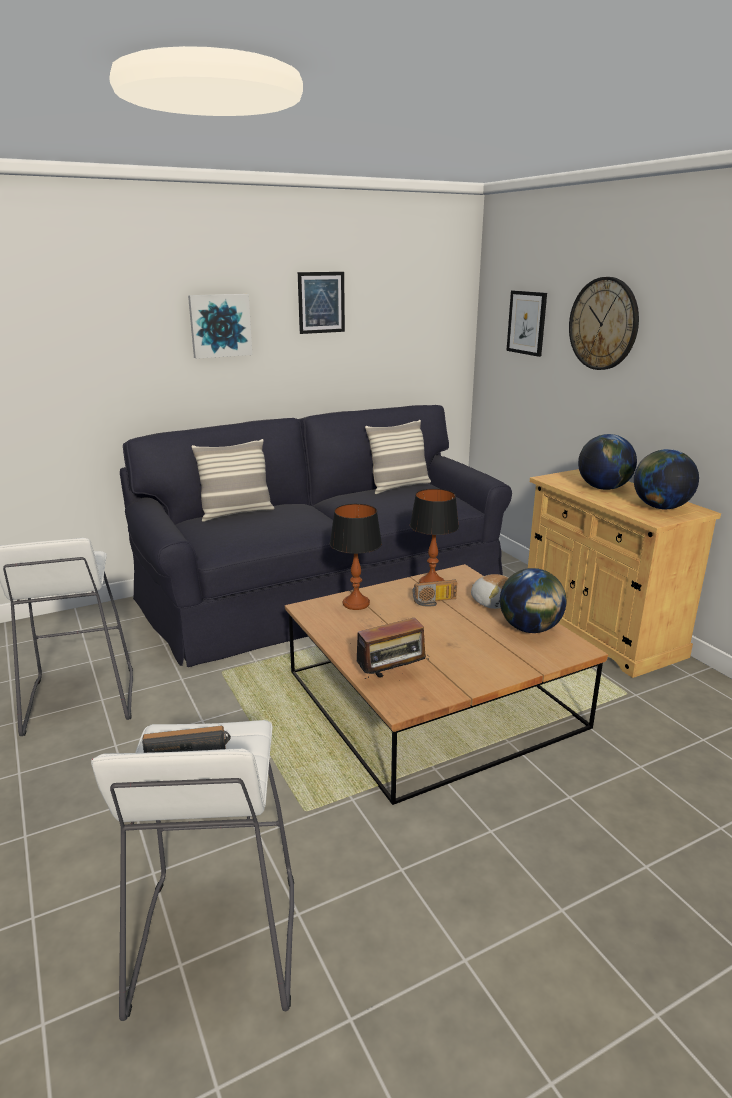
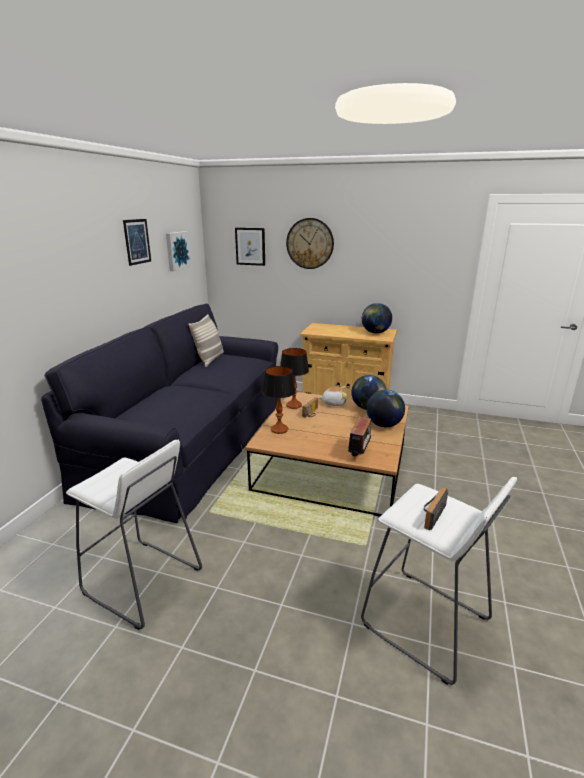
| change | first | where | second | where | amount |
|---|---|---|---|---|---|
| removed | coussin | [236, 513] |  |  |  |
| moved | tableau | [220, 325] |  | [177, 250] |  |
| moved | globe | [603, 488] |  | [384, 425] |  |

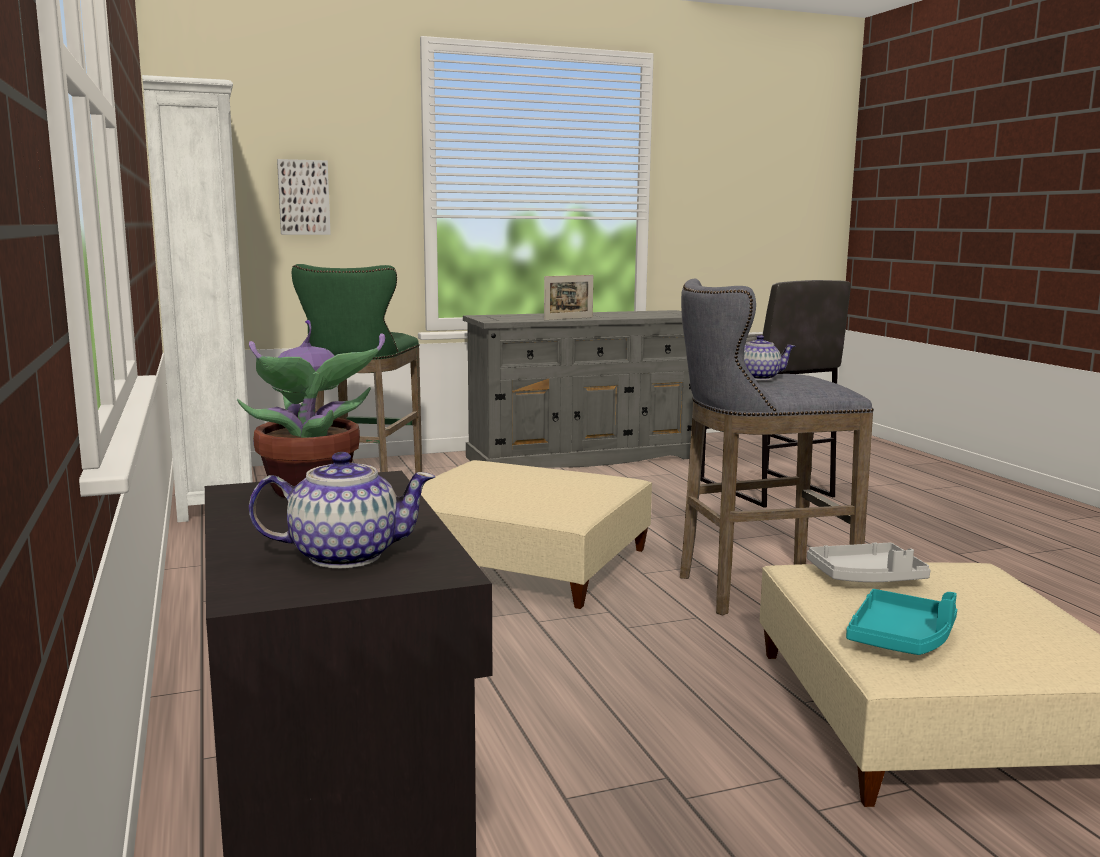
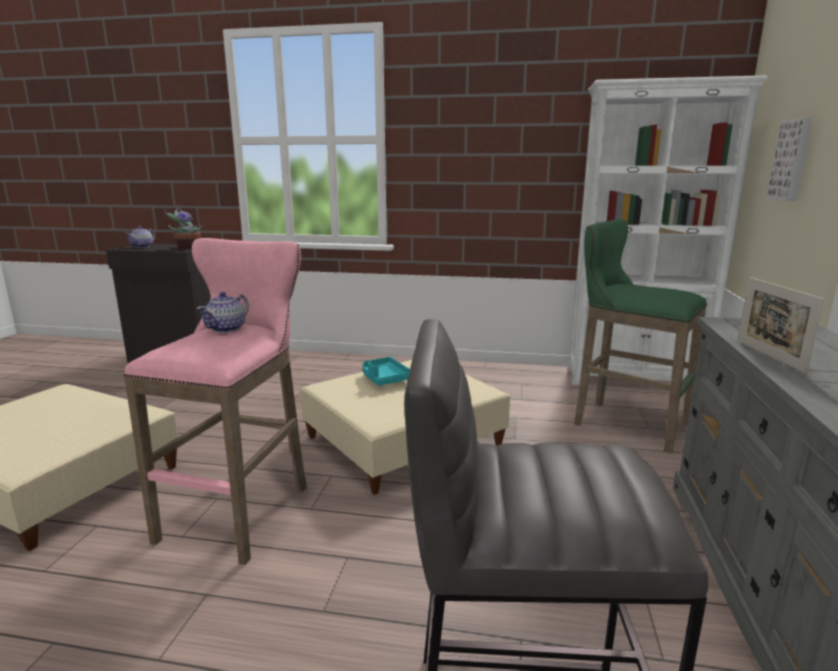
| change | first | where | second | where | amount |
|---|---|---|---|---|---|
| removed | plateau [gris] | [866, 577] |  |  |  |
| moved | plateau [turquoise] | [901, 638] |  | [384, 378] |  |
| recoloured | tabouret [gris] | [756, 590] | tabouret [rose] | [241, 509] |  |

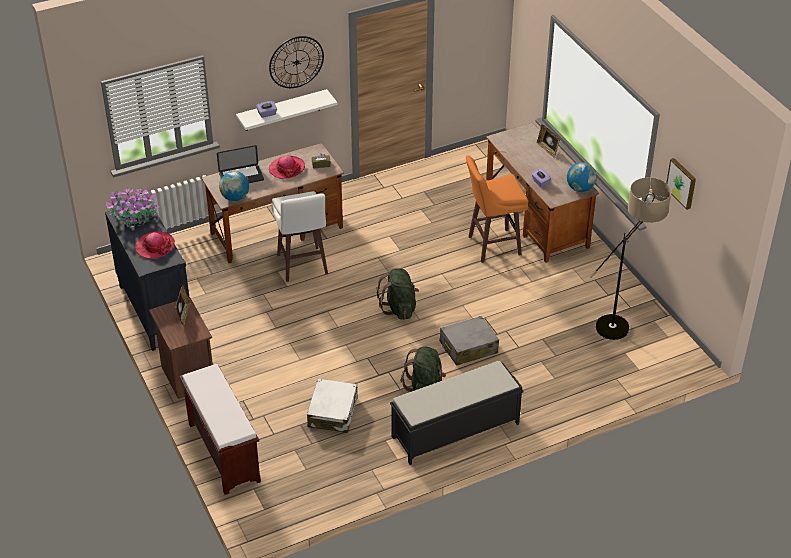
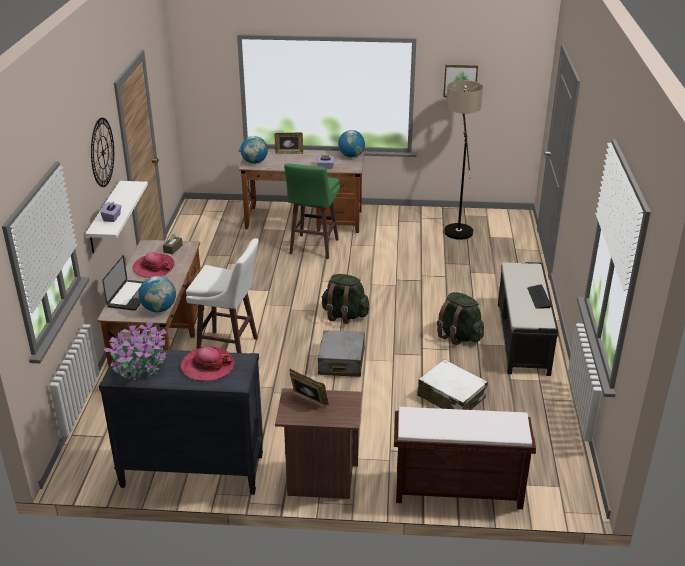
| change | first | where | second | where | amount |
|---|---|---|---|---|---|
| added |  |  | globe | [254, 162] |  |
| added |  |  | clavier | [539, 297] |  |
| moved | valise [gris] | [468, 347] |  | [341, 362] |  |
| recoloured | tabouret [orange] | [492, 245] | tabouret [vert] | [313, 247] |  |

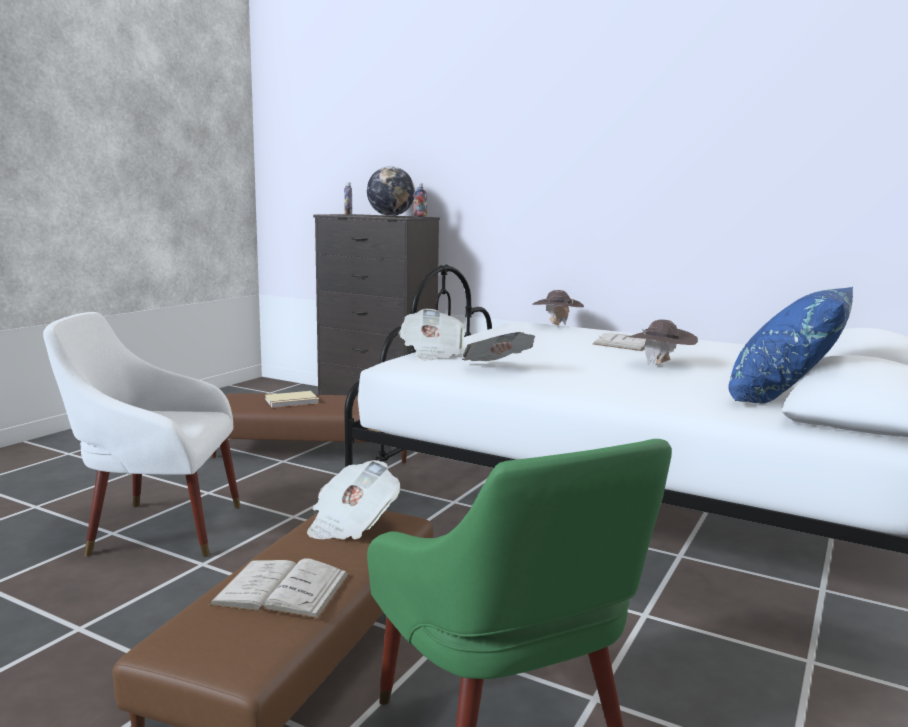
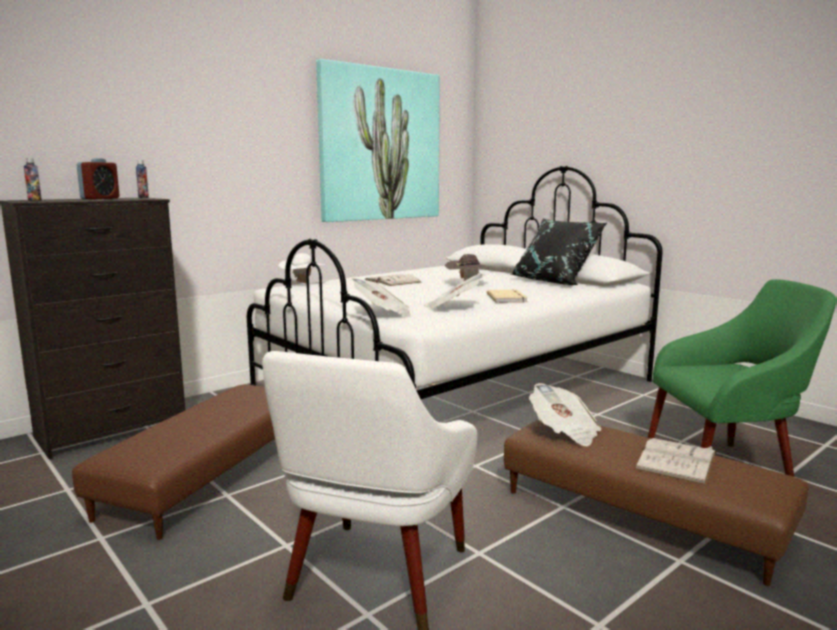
| change | first | where | second | where | amount |
|---|---|---|---|---|---|
| added |  |  | tableau | [379, 145] |  |
| moved | livre [beige] | [292, 402] |  | [508, 298] |  |
| replaced | globe | [390, 215] | réveil | [100, 198] |  |
| recoloured | chapeau [marron] | [556, 325] | chapeau [blanc] | [303, 284] |  |
| recoloured | coussin [bleu] | [784, 397] | coussin [noir] | [555, 281] |  |

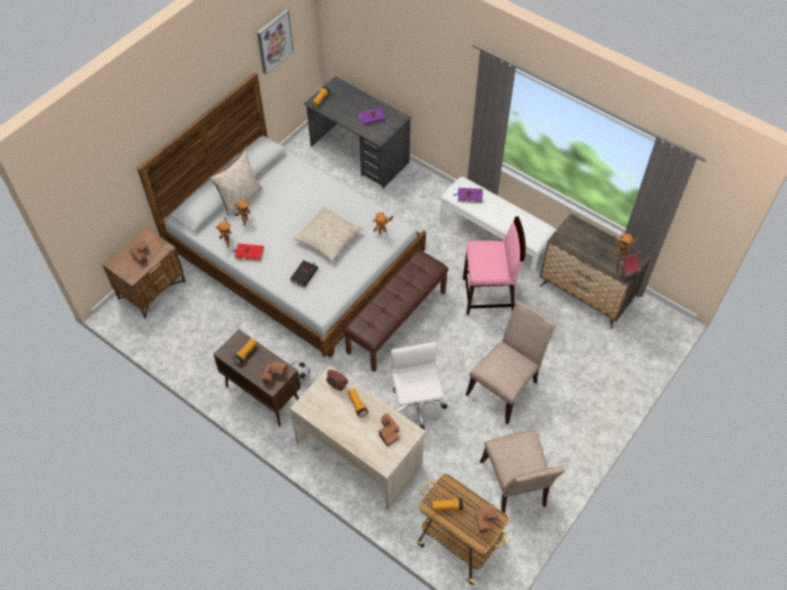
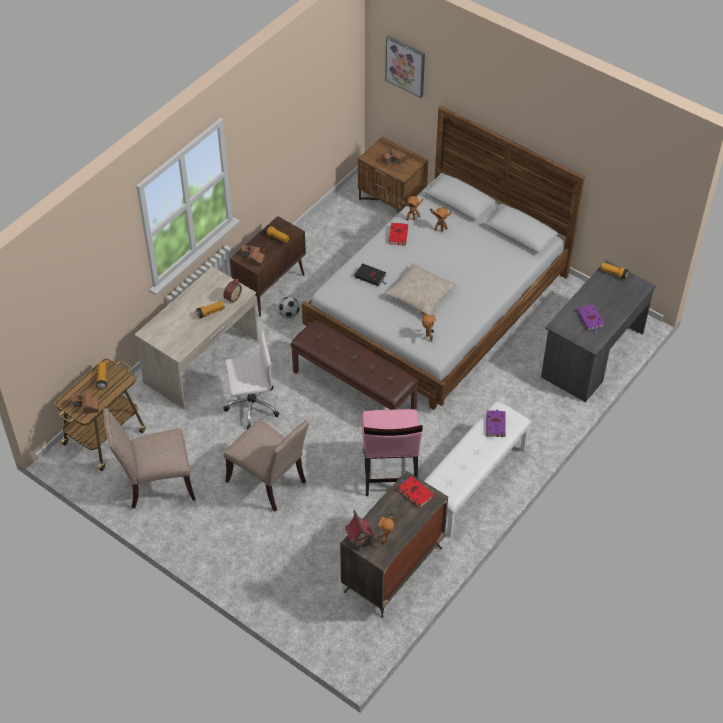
| change | first | where | second | where | amount |
|---|---|---|---|---|---|
| removed | coussin [beige] | [240, 198] |  |  |  |
| removed | maison miniature | [388, 432] |  |  |  |
| added |  |  | livre [rouge] | [414, 493] |  |
| moved | tableau | [274, 41] |  | [405, 66] |  |

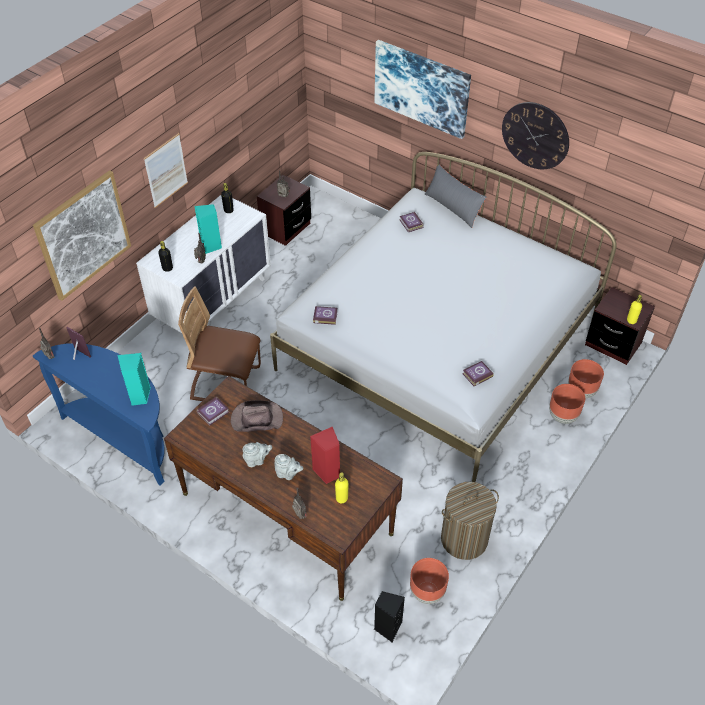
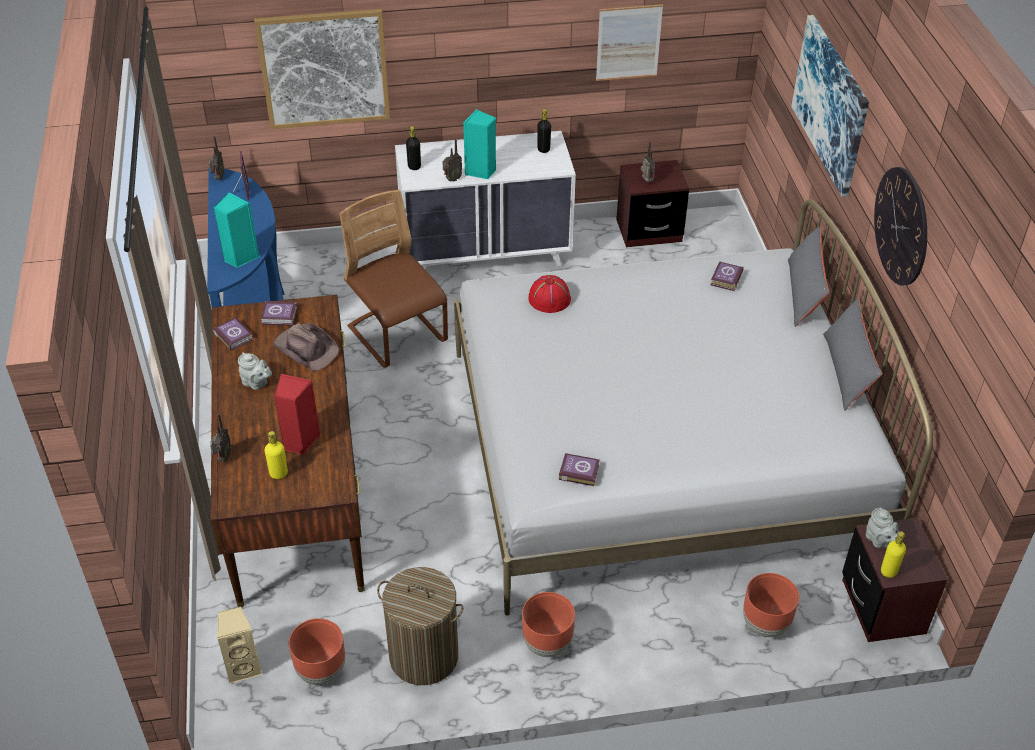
| change | first | where | second | where | amount |
|---|---|---|---|---|---|
| added |  |  | chapeau [rouge] | [549, 298] |  |
| added |  |  | coussin [gris] | [846, 371] |  |
| moved | tableau | [166, 170] |  | [628, 42] |  |
| moved | théière [gris] | [288, 474] |  | [879, 541] |  |
| moved | livre | [324, 316] |  | [233, 336] |  |
| moved | cache-pot [marron] | [563, 416] |  | [547, 644] |  |
| recoloured | enceinte [noir] | [387, 627] | enceinte [beige] | [243, 667] |  |

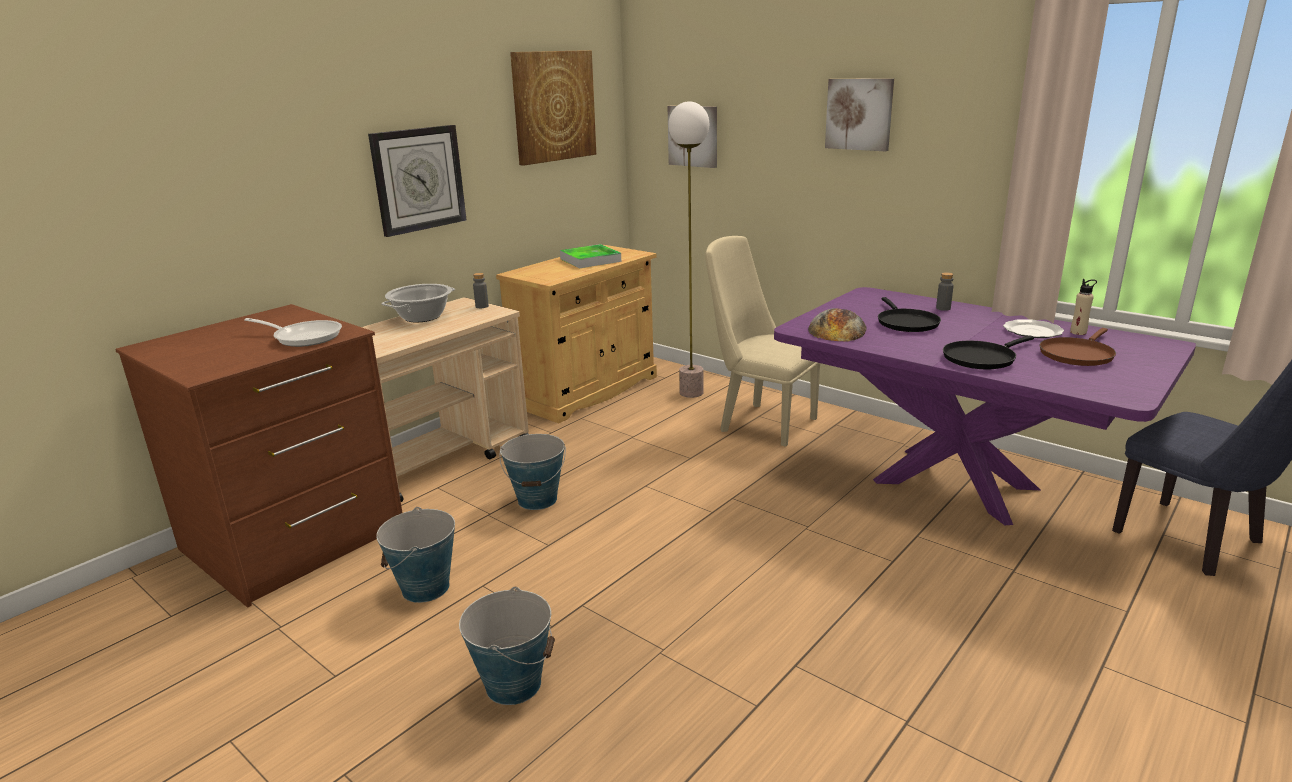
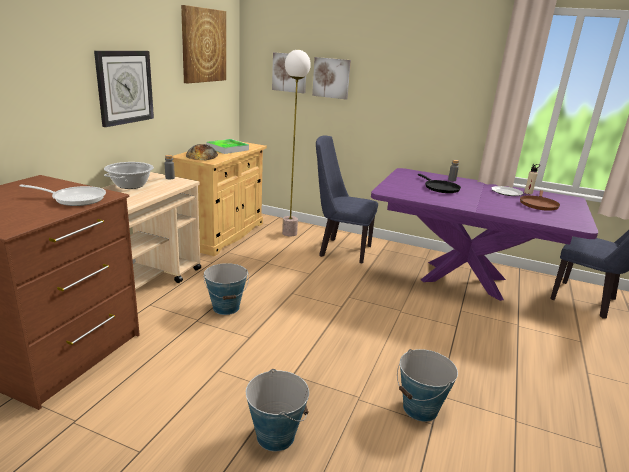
| change | first | where | second | where | amount |
|---|---|---|---|---|---|
| removed | poêle [noir] | [981, 358] |  |  |  |
| moved | seau | [425, 588] |  | [420, 408] |  |
| moved | pain | [837, 330] |  | [202, 155] |  |
| moved | tableau | [859, 114] |  | [331, 78] |  |
| recoloured | chaise [beige] | [760, 422] | chaise [bleu] | [340, 250] |  |

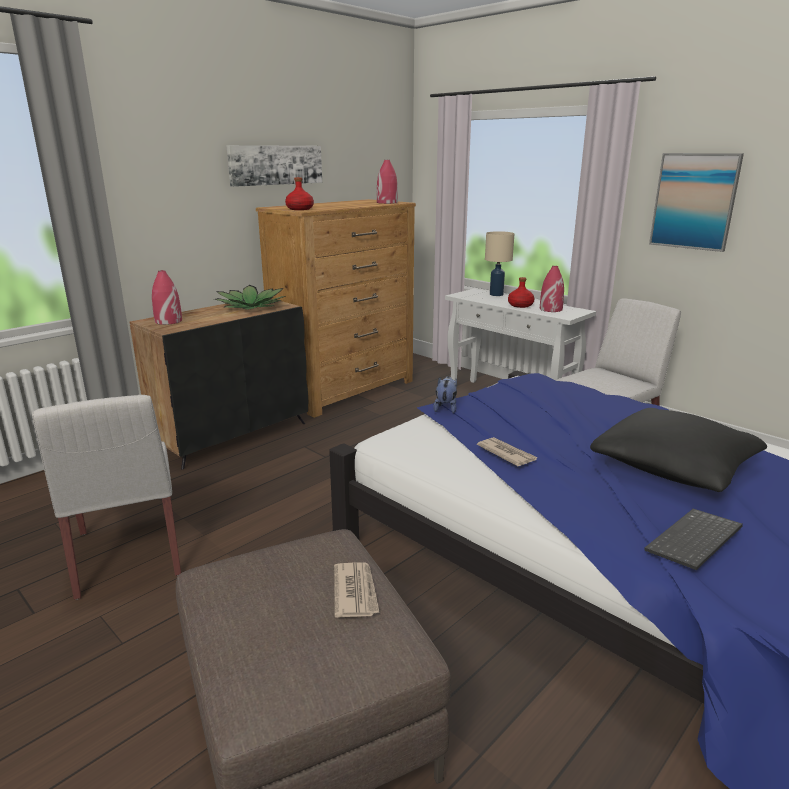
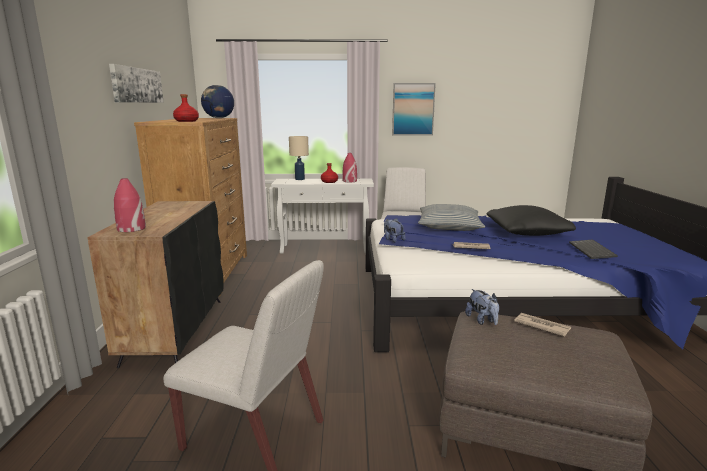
| change | first | where | second | where | amount |
|---|---|---|---|---|---|
| removed | plante en pot | [251, 306] |  |  |  |
| added |  |  | coussin | [449, 226] |  |
| added |  |  | peluche | [482, 320] |  |
| replaced | vase [rouge] | [387, 202] | globe | [219, 118] |  |

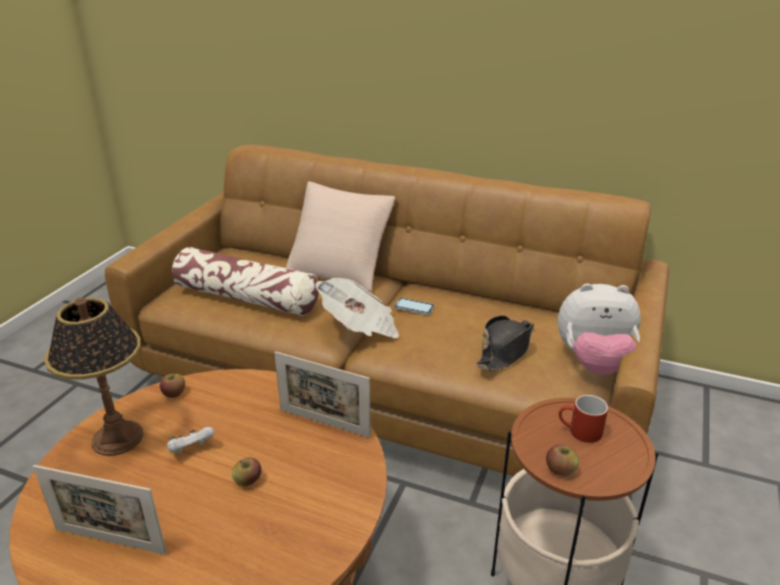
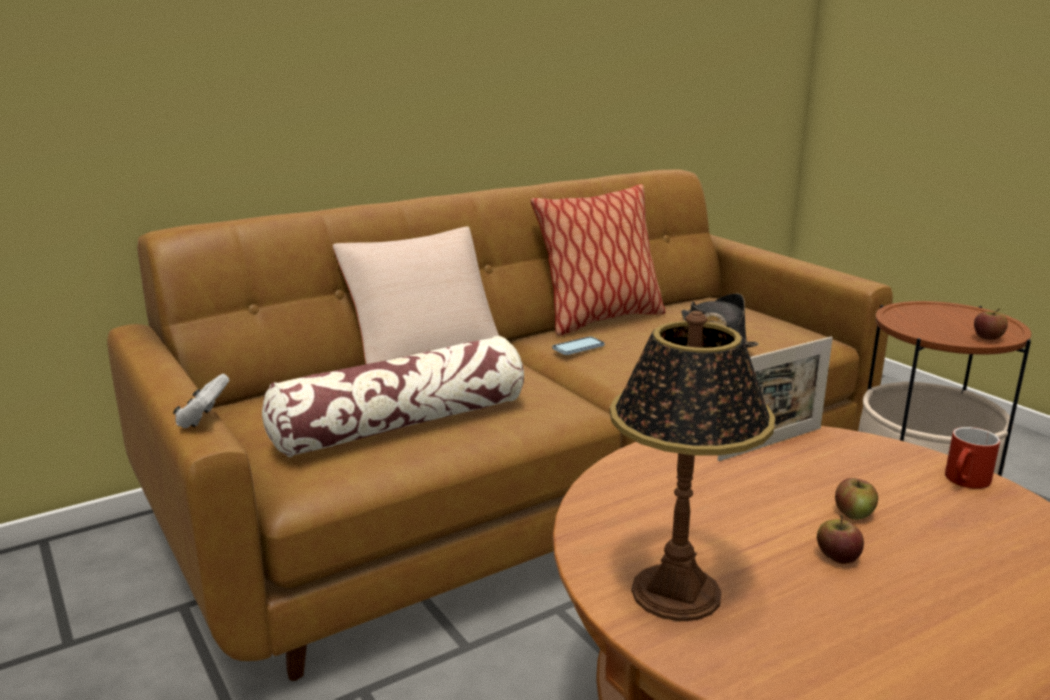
| change | first | where | second | where | amount |
|---|---|---|---|---|---|
| removed | cadre photo | [110, 541] |  |  |  |
| removed | journal | [360, 327] |  |  |  |
| removed | peluche | [593, 362] |  |  |  |
| added |  |  | coussin | [600, 320] |  |
| moved | pomme | [174, 393] |  | [837, 557] |  |
| moved | manette [blanc] | [191, 449] |  | [203, 419] |  |
| moved | mug [rouge] | [579, 432] |  | [966, 482] |  |

